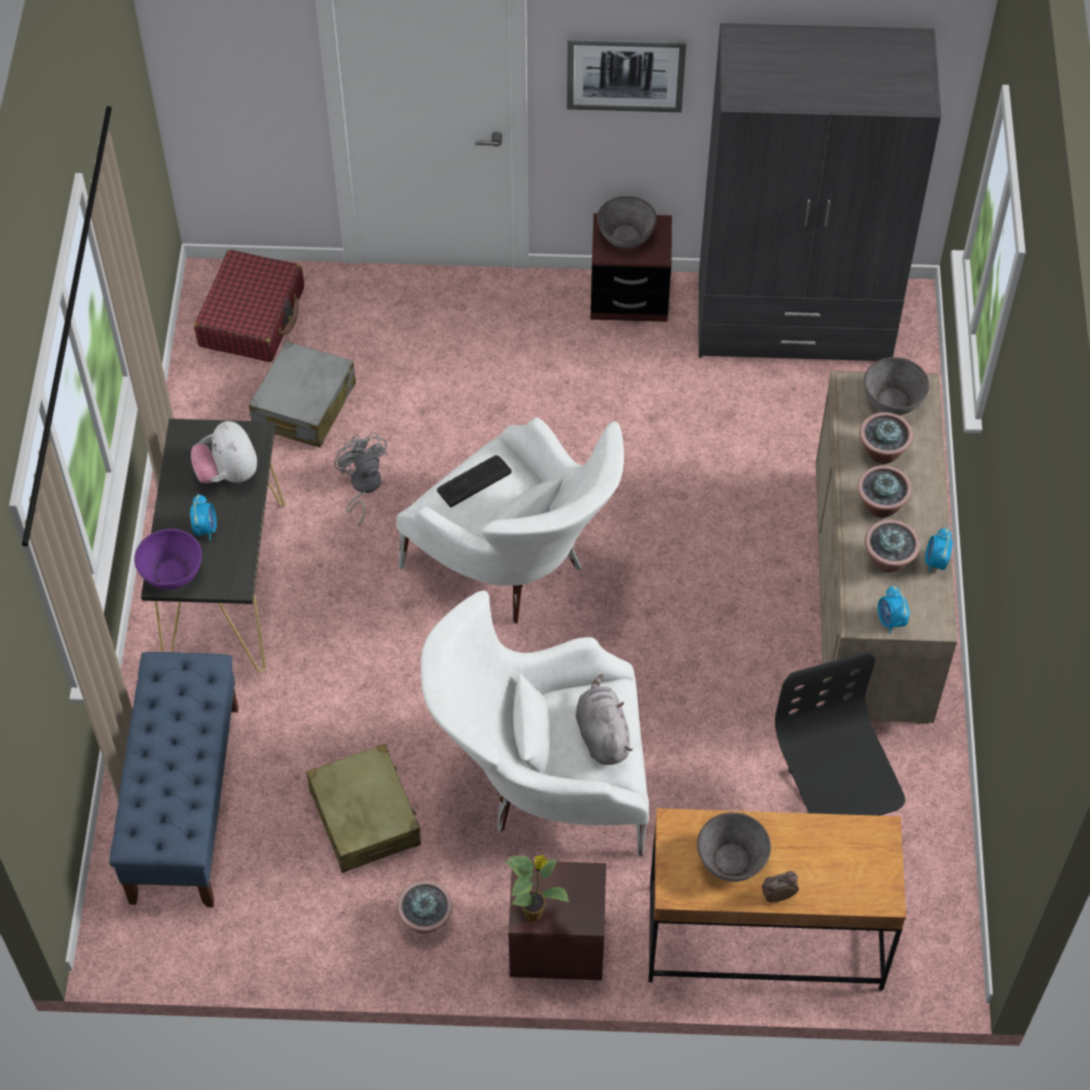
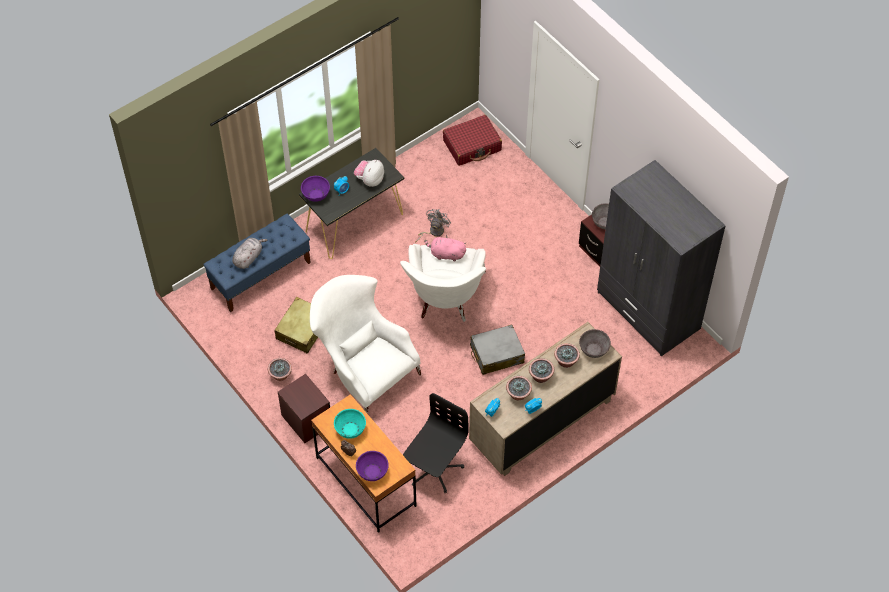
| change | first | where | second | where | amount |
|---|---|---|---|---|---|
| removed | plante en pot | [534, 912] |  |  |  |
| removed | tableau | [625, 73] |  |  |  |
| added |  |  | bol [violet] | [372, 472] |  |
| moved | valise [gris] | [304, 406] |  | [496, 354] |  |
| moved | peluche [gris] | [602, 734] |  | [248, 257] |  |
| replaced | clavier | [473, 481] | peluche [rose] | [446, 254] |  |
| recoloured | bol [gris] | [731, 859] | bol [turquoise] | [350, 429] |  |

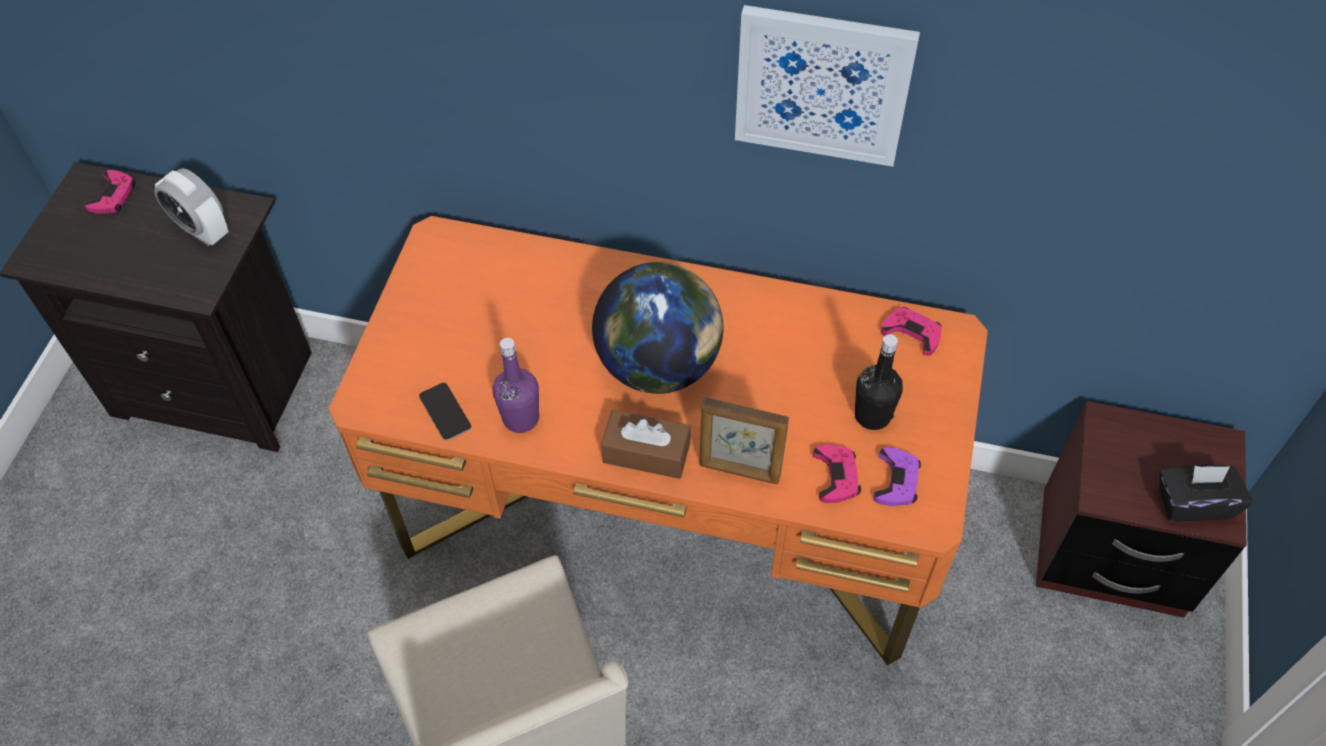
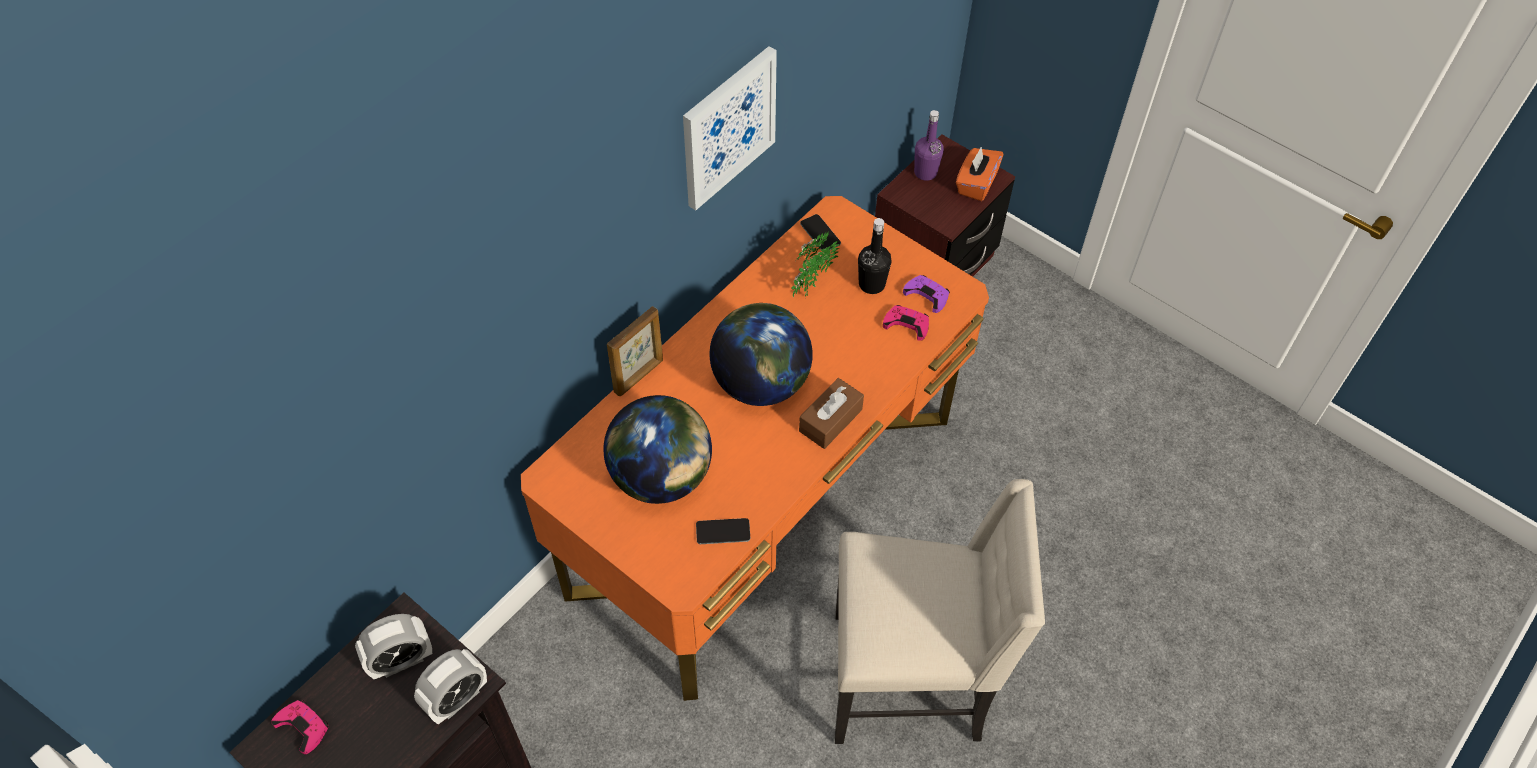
| change | first | where | second | where | amount |
|---|---|---|---|---|---|
| added |  |  | réveil | [457, 699] |  |
| added |  |  | globe | [661, 476] |  |
| added |  |  | plante en pot | [810, 283] |  |
| moved | bouteille [violet] | [521, 418] |  | [925, 172] |  |
| moved | cadre photo | [739, 471] |  | [639, 376] |  |
| replaced | manette [rose] | [912, 333] | téléphone | [820, 233] |  |
| recoloured | boîte à mouchoirs [noir] | [1193, 503] | boîte à mouchoirs [orange] | [976, 184] |  |

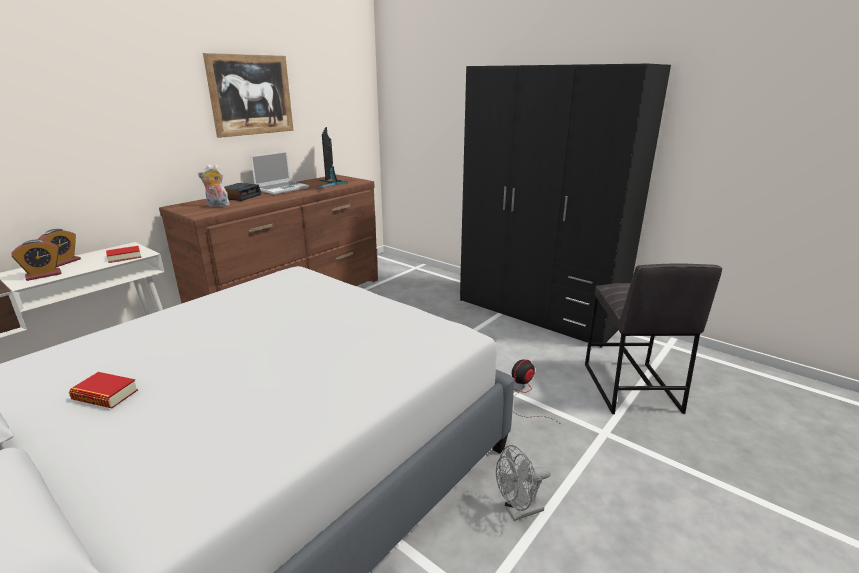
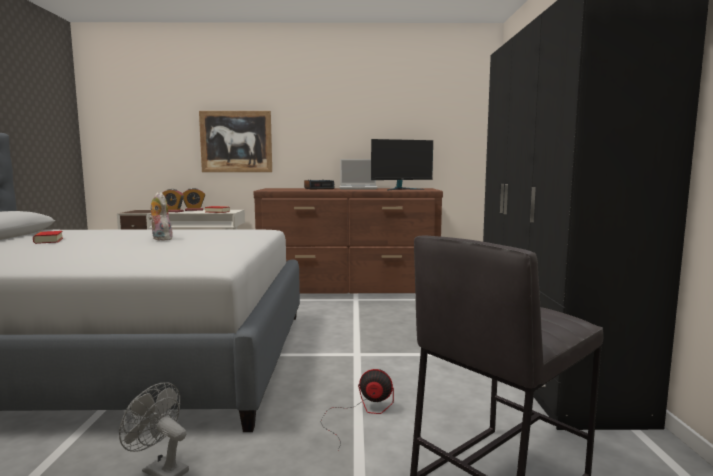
| change | first | where | second | where | amount |
|---|---|---|---|---|---|
| moved | peluche | [217, 206] |  | [160, 239] |  |
| moved | tableau | [251, 95] |  | [236, 141] |  |
| turned | écran d'ordinateur | [330, 184] |  | [401, 189] | 150 degrees counterclockwise |

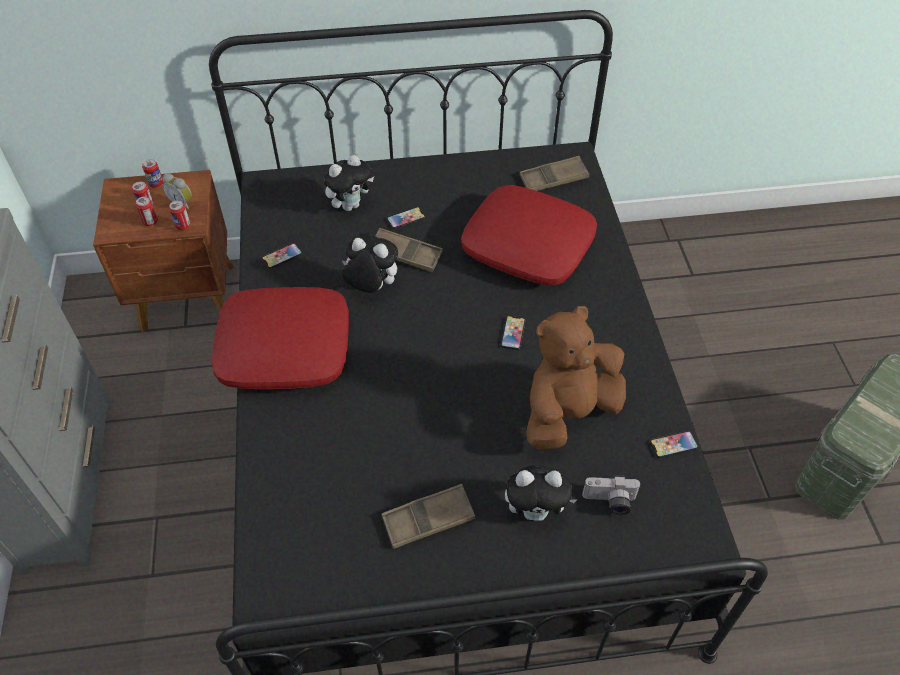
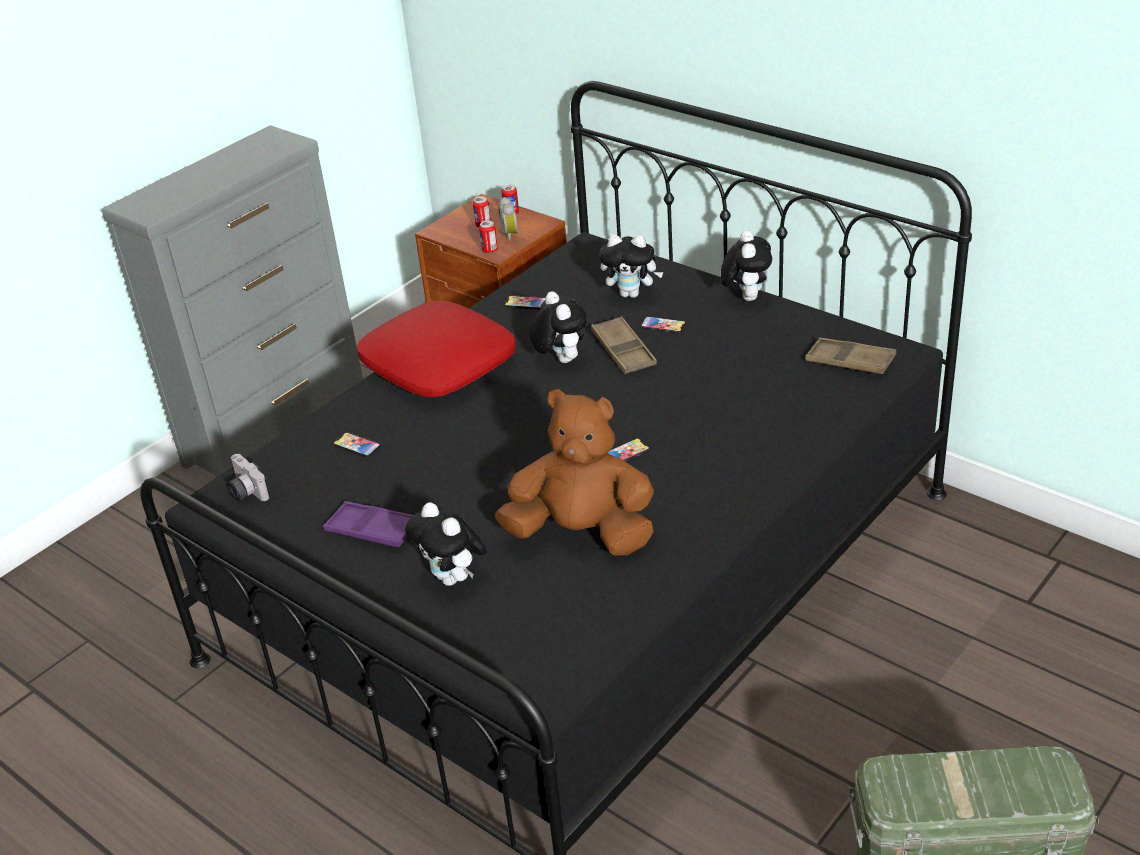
| change | first | where | second | where | amount |
|---|---|---|---|---|---|
| removed | boîte métallique | [150, 222] |  |  |  |
| removed | coussin [rouge] | [528, 245] |  |  |  |
| added |  |  | peluche | [746, 297] |  |
| moved | appareil photo | [609, 502] |  | [245, 491] |  |
| moved | téléphone | [673, 445] |  | [357, 446] |  |
| recoloured | plateau [marron] | [428, 519] | plateau [violet] | [372, 530] |  |

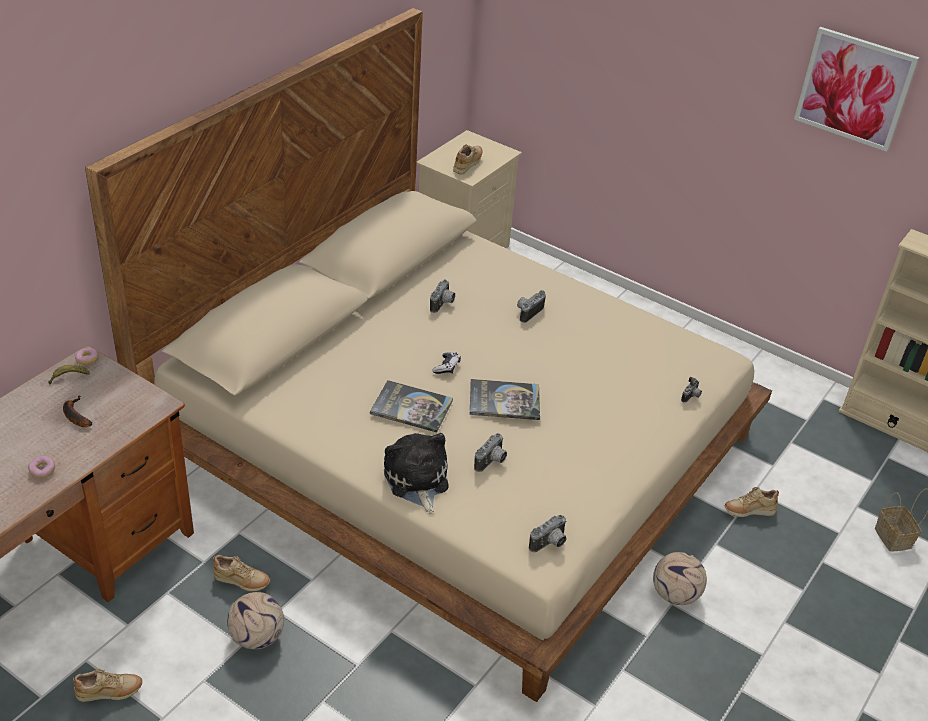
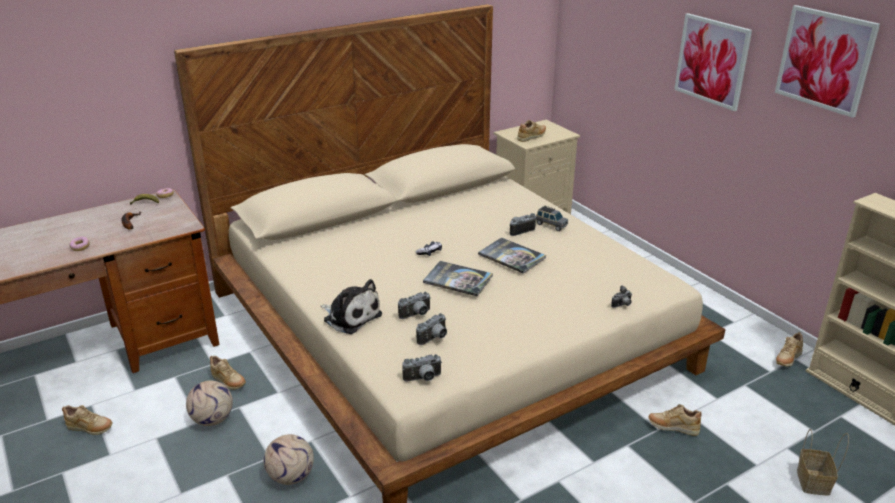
| change | first | where | second | where | amount |
|---|---|---|---|---|---|
| added |  |  | petite voiture [gris] | [551, 225] |  |
| added |  |  | tableau | [712, 61] |  |
| added |  |  | chaussure [beige] | [787, 360] |  |
| moved | livre | [411, 407] |  | [511, 256] |  |
| moved | appareil photo | [443, 304] |  | [434, 339] |  |
| moved | ballon de foot | [674, 594] |  | [291, 476] |  |
| turned | peluche | [416, 481] |  | [350, 317] | 120 degrees clockwise |

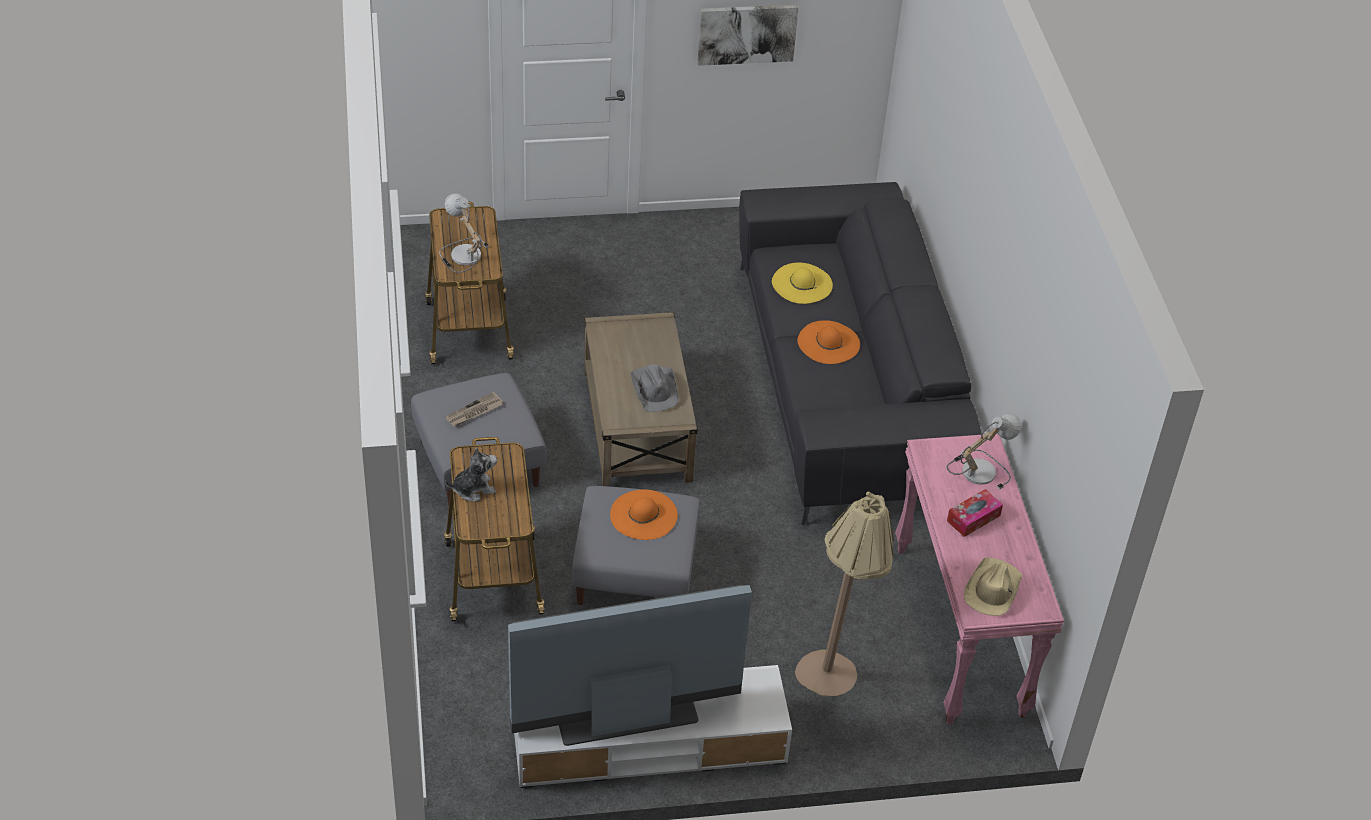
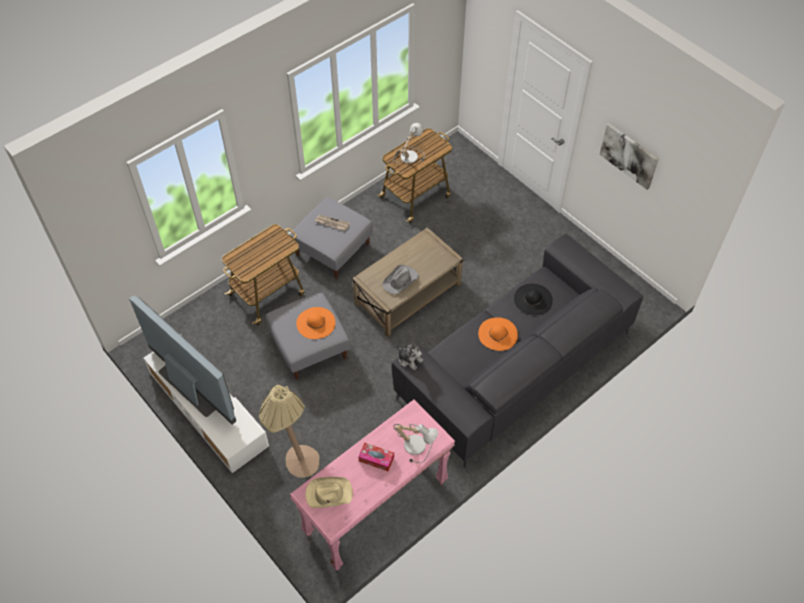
| change | first | where | second | where | amount |
|---|---|---|---|---|---|
| moved | peluche | [473, 489] |  | [409, 359] |  |
| recoloured | chapeau [jaune] | [802, 283] | chapeau [noir] | [533, 299] |  |

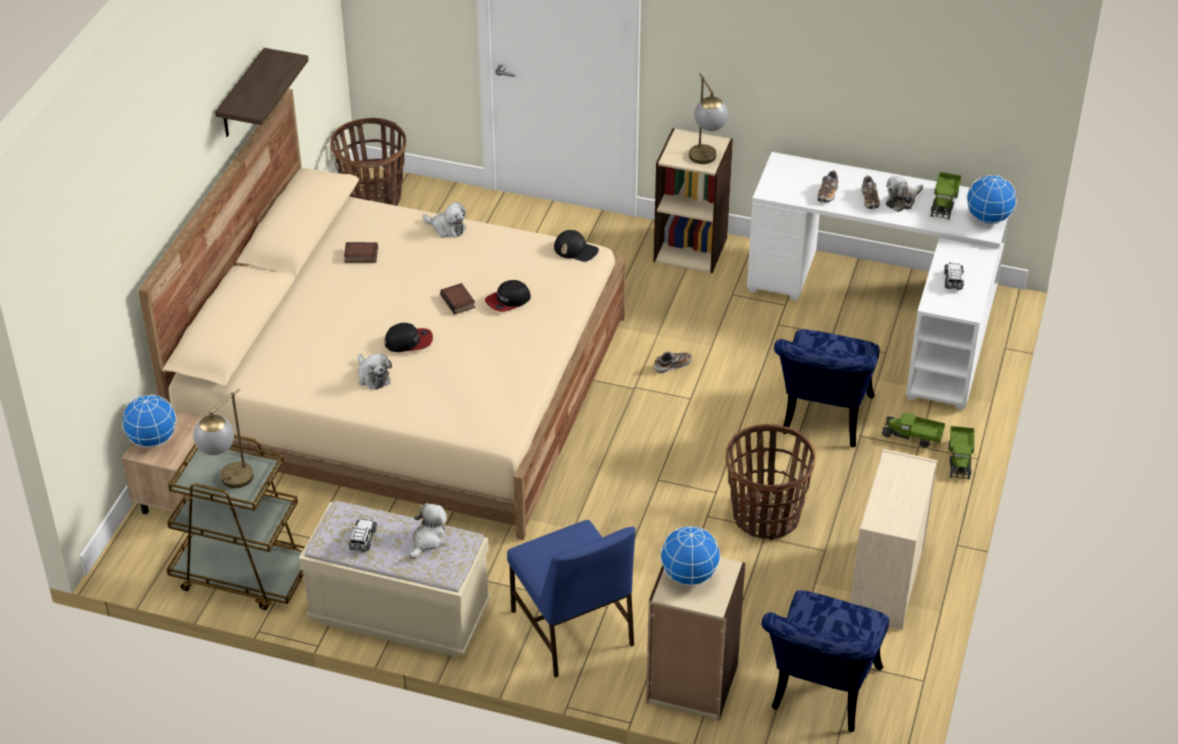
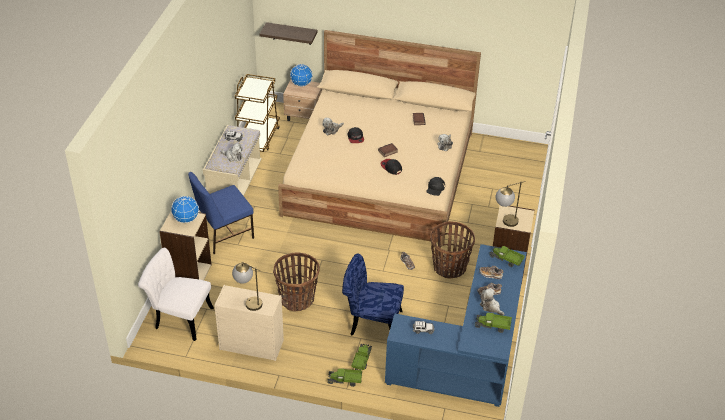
| change | first | where | second | where | amount |
|---|---|---|---|---|---|
| removed | globe | [988, 219] |  |  |  |
| added |  |  | camion jouet | [506, 260] |  |
| moved | lampe de table | [229, 484] |  | [248, 302] |  |
| moved | étagère | [242, 95] |  | [291, 33] |  |
| moved | panier | [373, 199] |  | [449, 267] |  |
| recoloured | bureau [blanc] | [891, 311] | bureau [bleu] | [469, 355] |  |
| recoloured | chaise [bleu] | [820, 695] | chaise [blanc] | [179, 318] |  |

